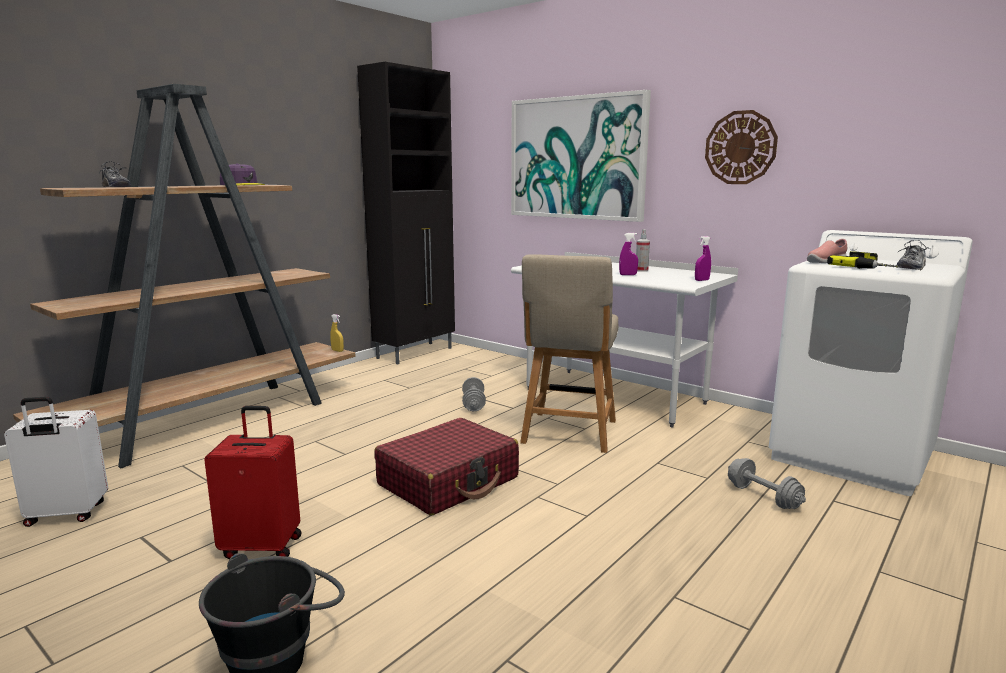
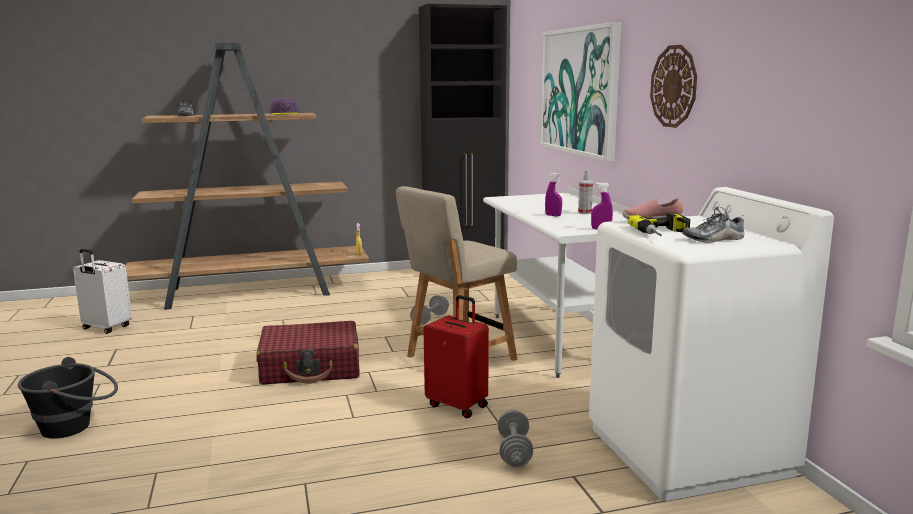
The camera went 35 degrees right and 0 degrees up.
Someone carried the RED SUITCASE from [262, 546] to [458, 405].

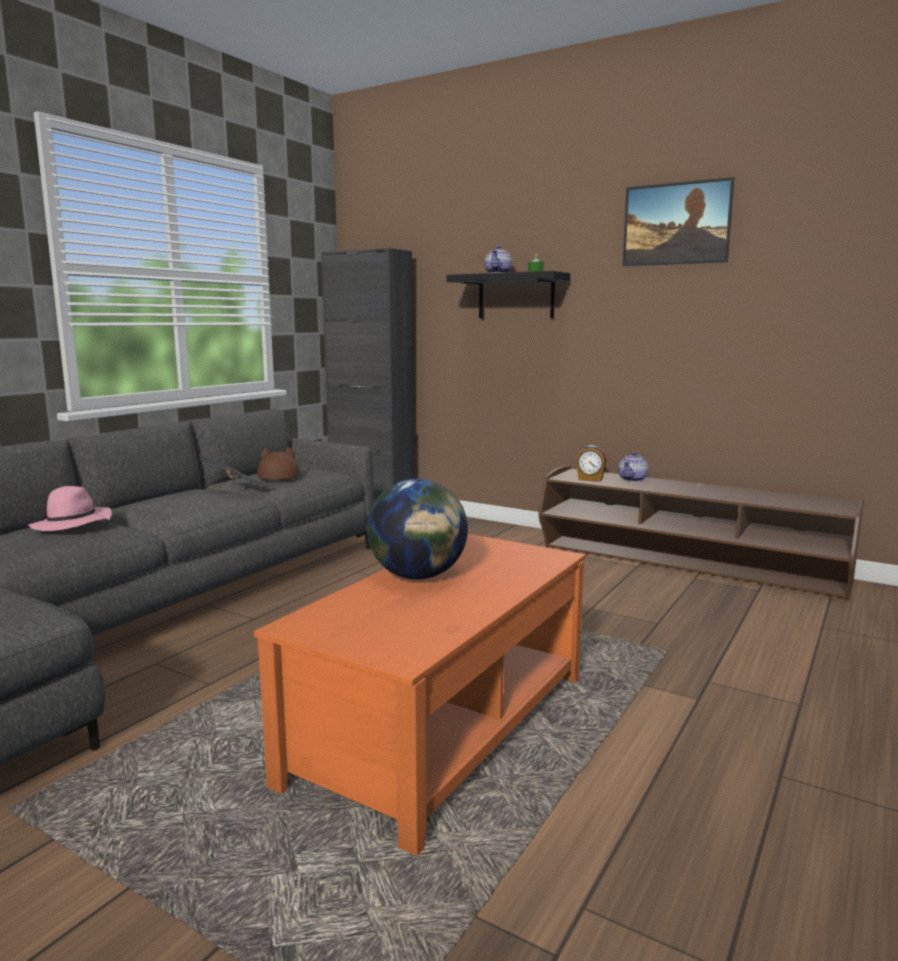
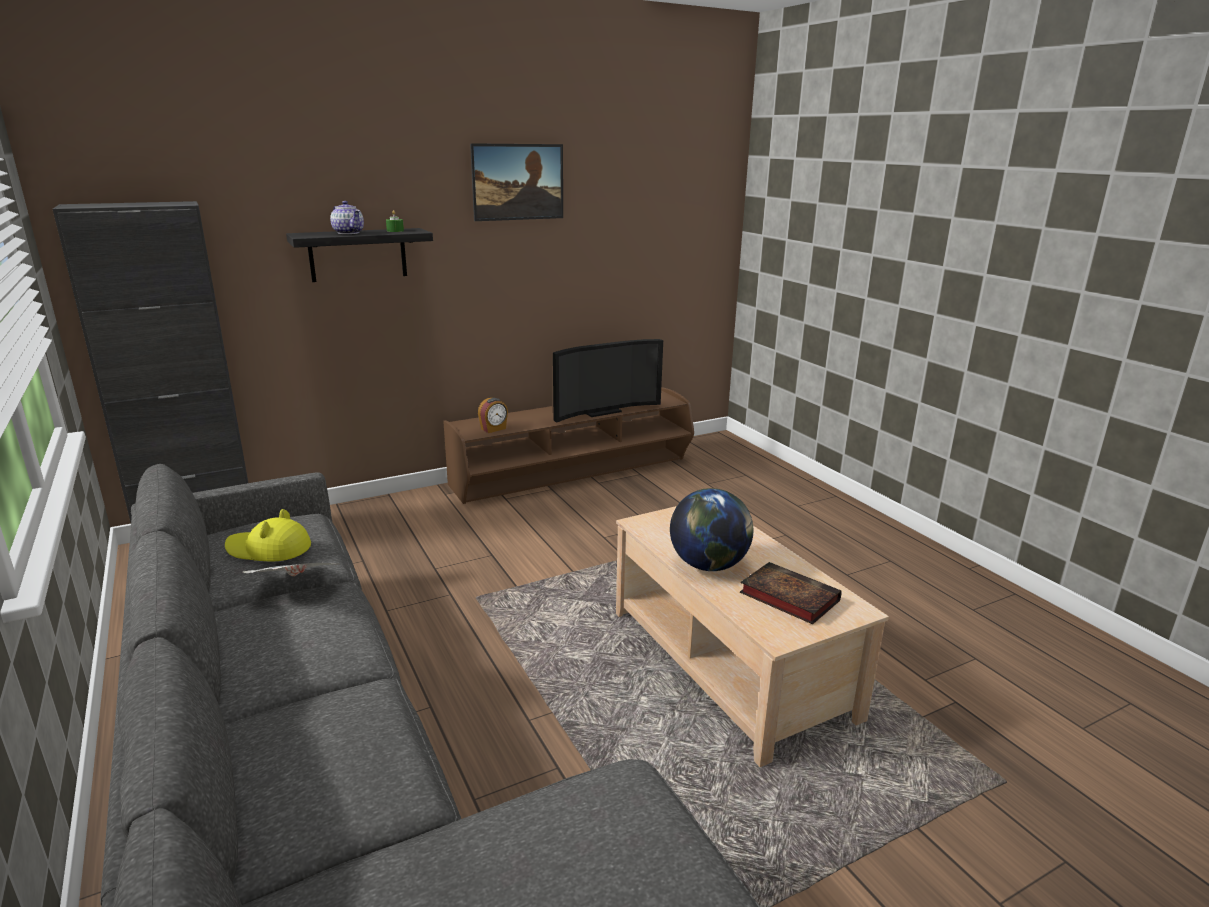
The camera went 60 degrees left and 10 degrees up.
Someone took away the PINK HAT at [72, 525].
Someone repainted the ORANGE COFFEE TABLE at [441, 727], which became the BEIGE COFFEE TABLE at [726, 663].
Someone repainted the BROWN HAT at [278, 475], which became the YELLOW HAT at [269, 549].
Someone took away the TEAPOT at [633, 479].
Someone put down the TELEVISION at [601, 411].
Someone put down the BOOK at [786, 596].

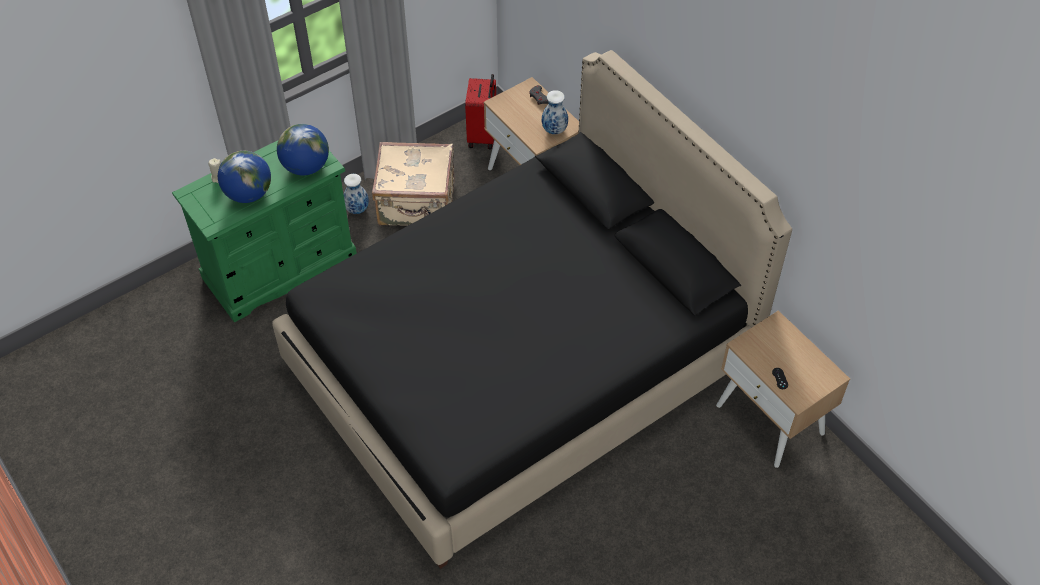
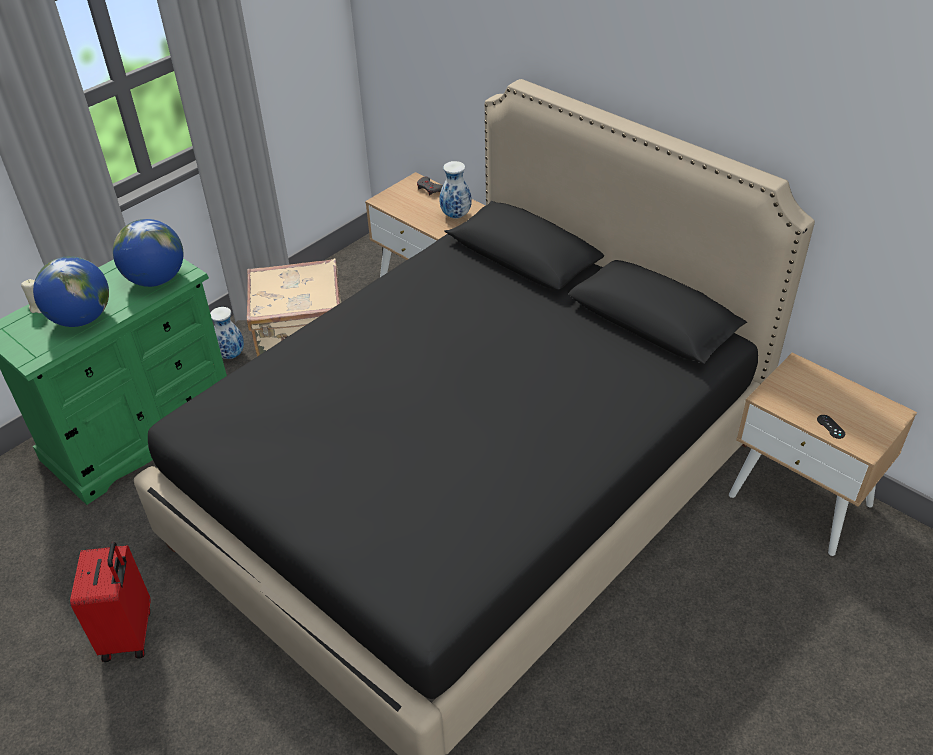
The camera went 10 degrees left and 10 degrees down.
Someone carried the RED SUITCASE from [483, 136] to [130, 634].

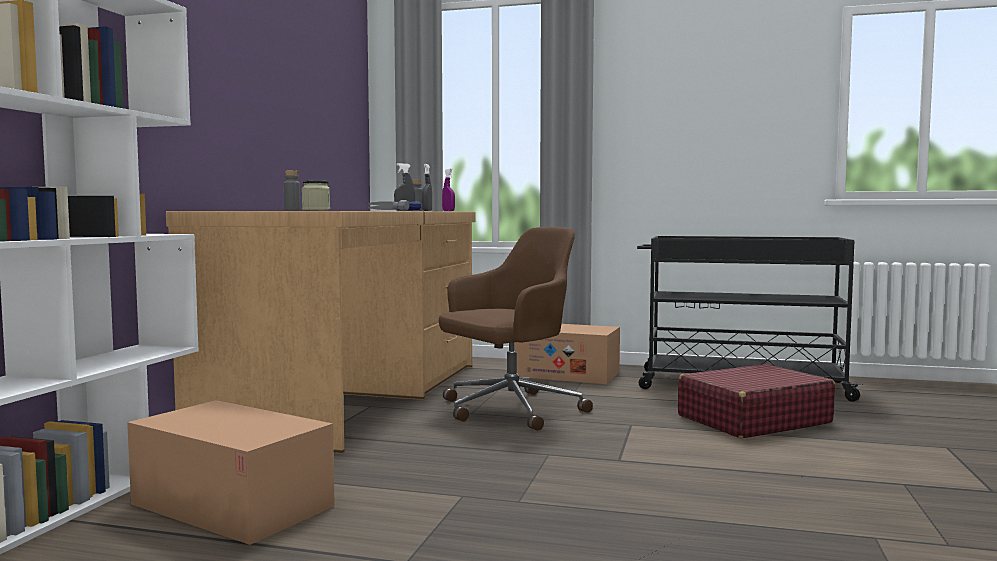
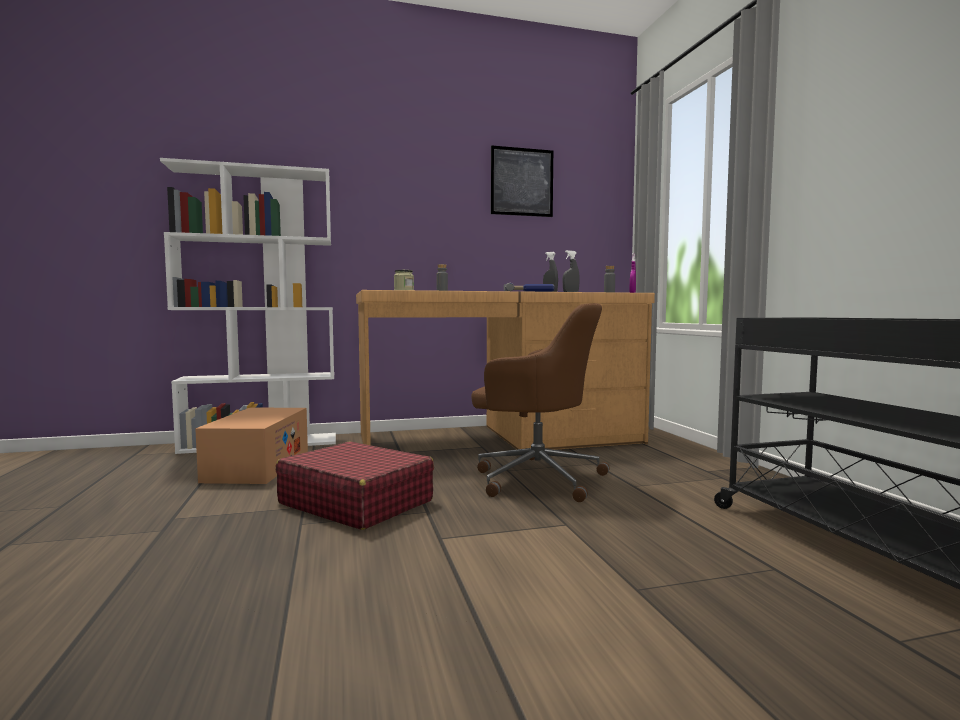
The camera went 60 degrees right and 0 degrees up.
Someone took away the CARDBOARD BOX at [565, 374].
Someone carried the RED SUITCASE from [753, 420] to [355, 502].
Someone put up the PICTURE at [522, 182].

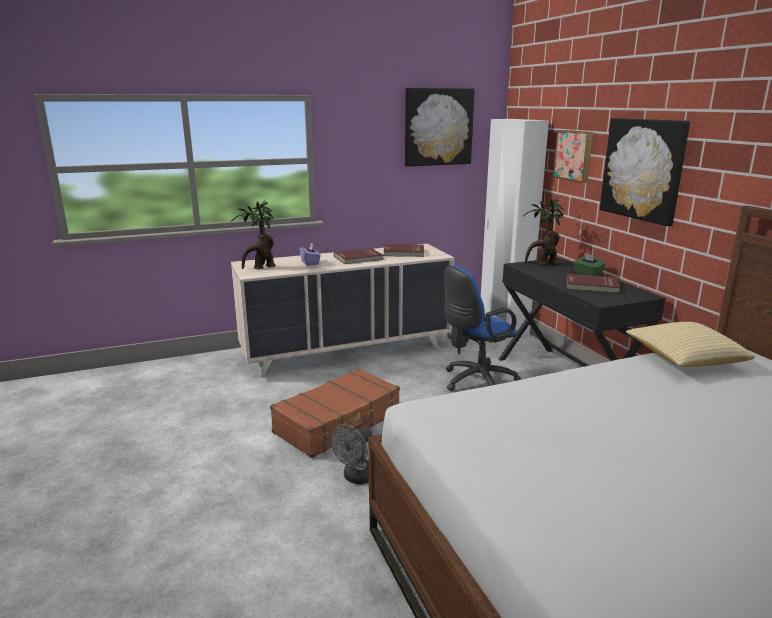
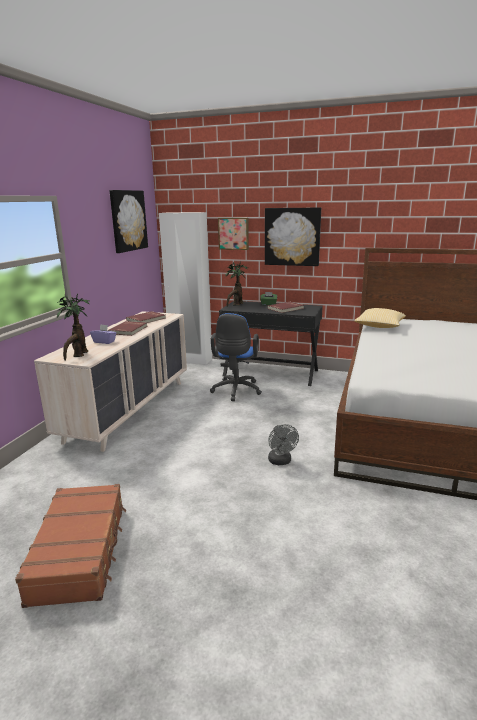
The camera went 50 degrees left and 0 degrees up.
Someone carried the BROWN SUITCASE from [338, 423] to [80, 551].

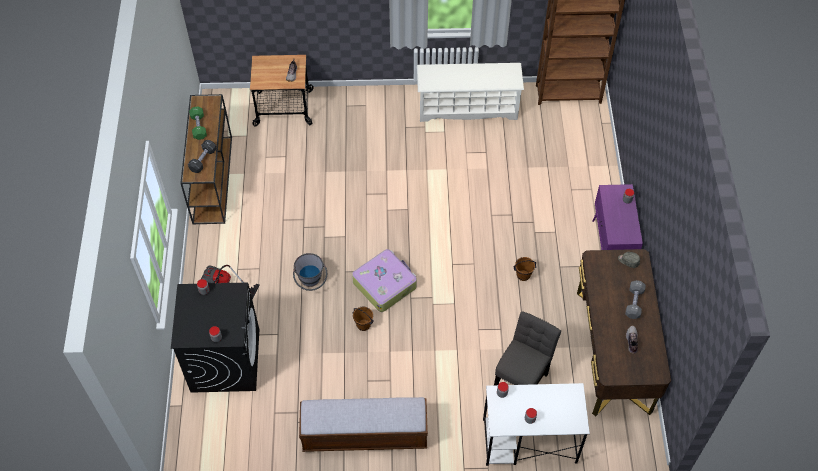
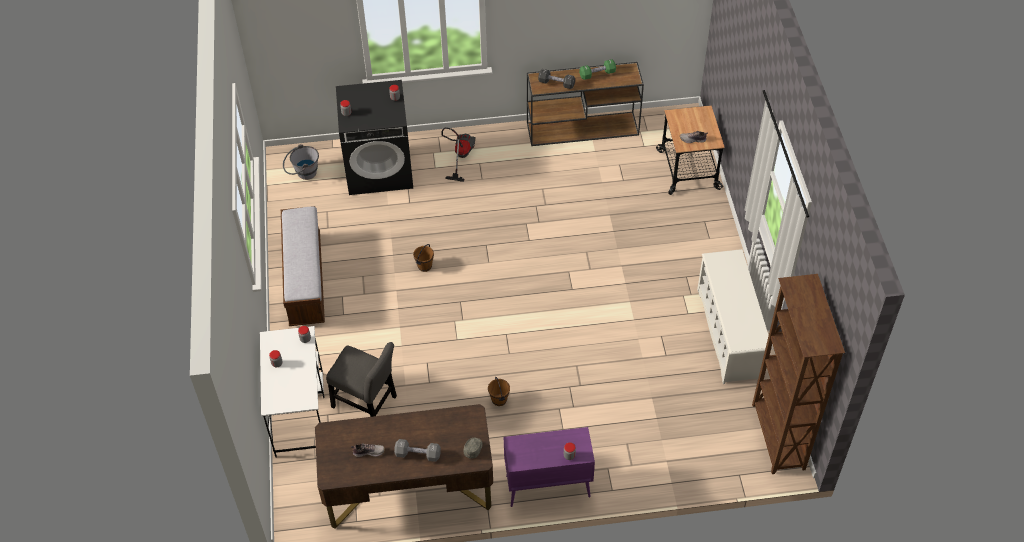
The camera went 85 degrees right and 5 degrees down.
Someone carried the GREY BUCKET from [311, 282] to [303, 174].
Someone took away the SUITCASE at [385, 284].

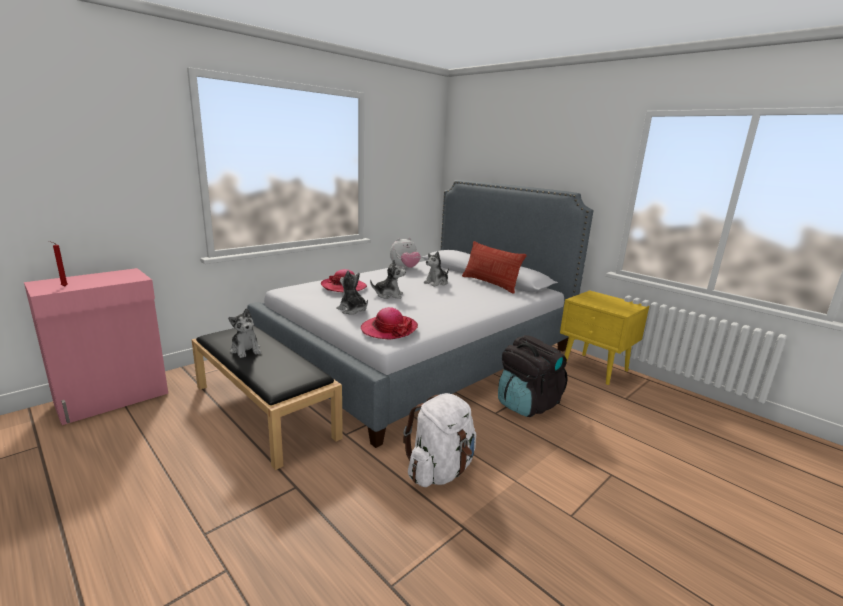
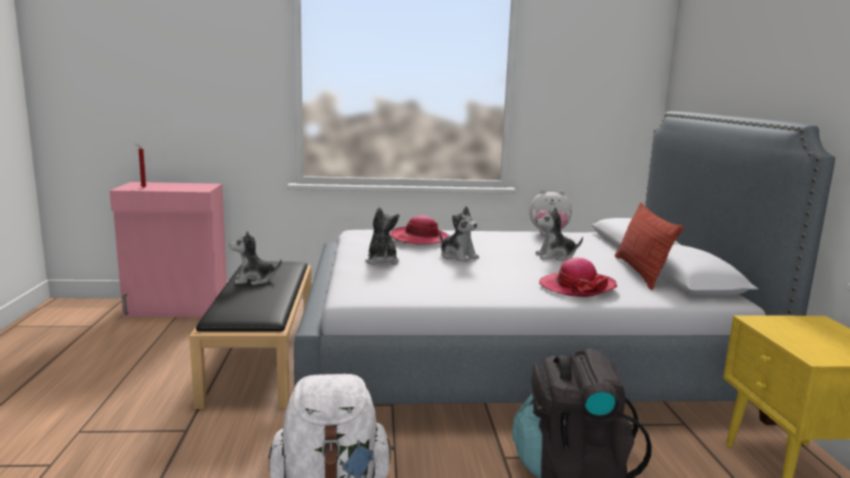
The camera went 40 degrees right and 5 degrees down.
Someone rotated the PLUSH TOY at [246, 350] by 75 degrees clockwise.
Someone carried the HAT from [389, 329] to [577, 287].

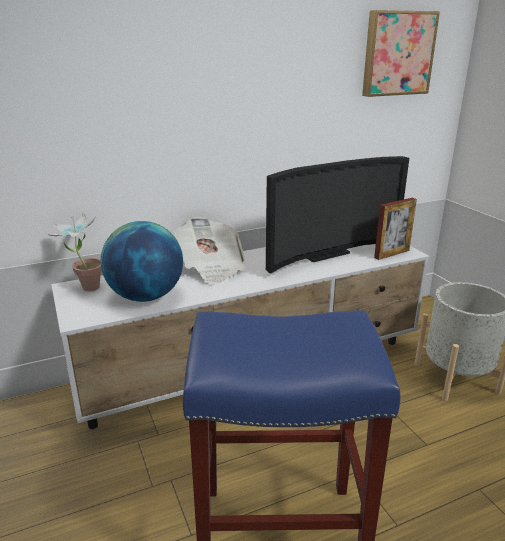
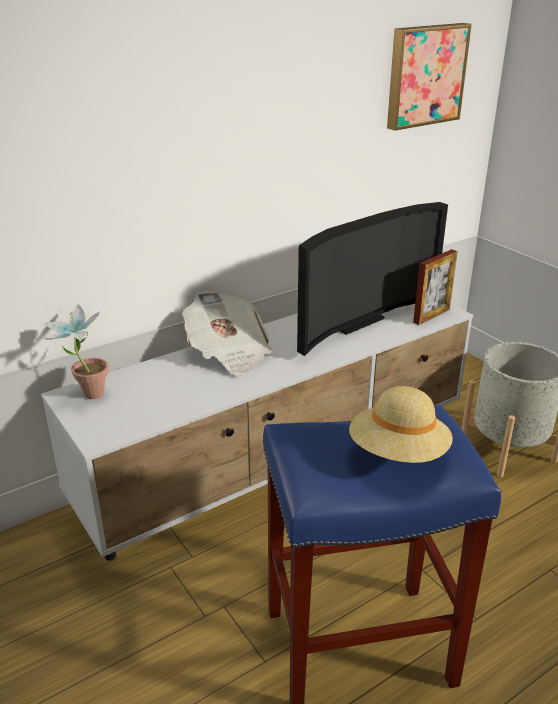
The camera went 10 degrees left and 5 degrees up.
Someone took away the GLOBE at [145, 296].
Someone put down the BEIGE HAT at [398, 453].

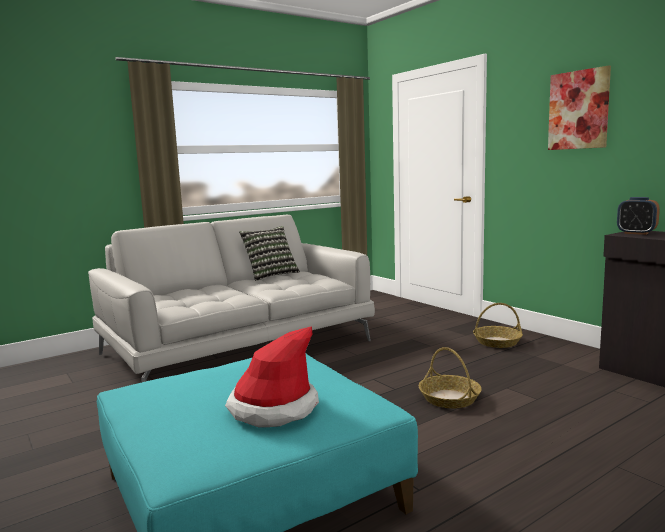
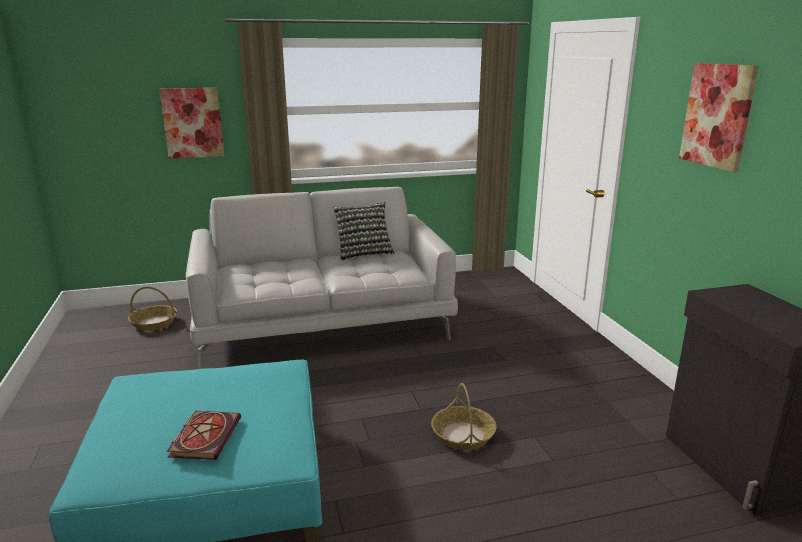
The camera went 20 degrees right and 10 degrees up.
Someone swapped the HAT at [273, 408] for the BOOK at [205, 436].
Someone carried the BASKET from [497, 342] to [154, 323].
Someone took away the ALARM CLOCK at [636, 233].
Someone put up the PICTURE at [193, 123].

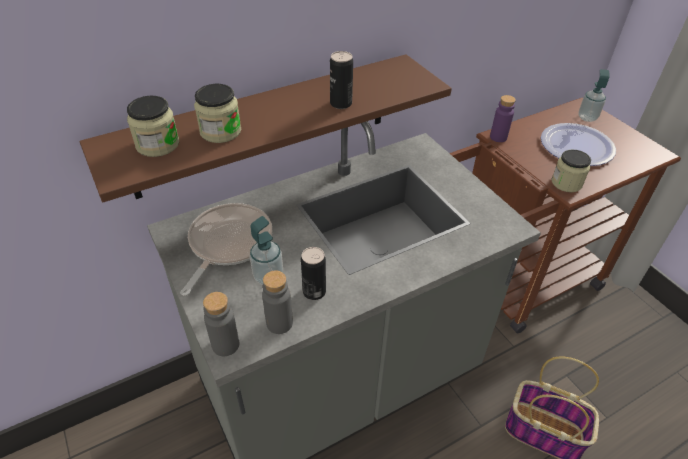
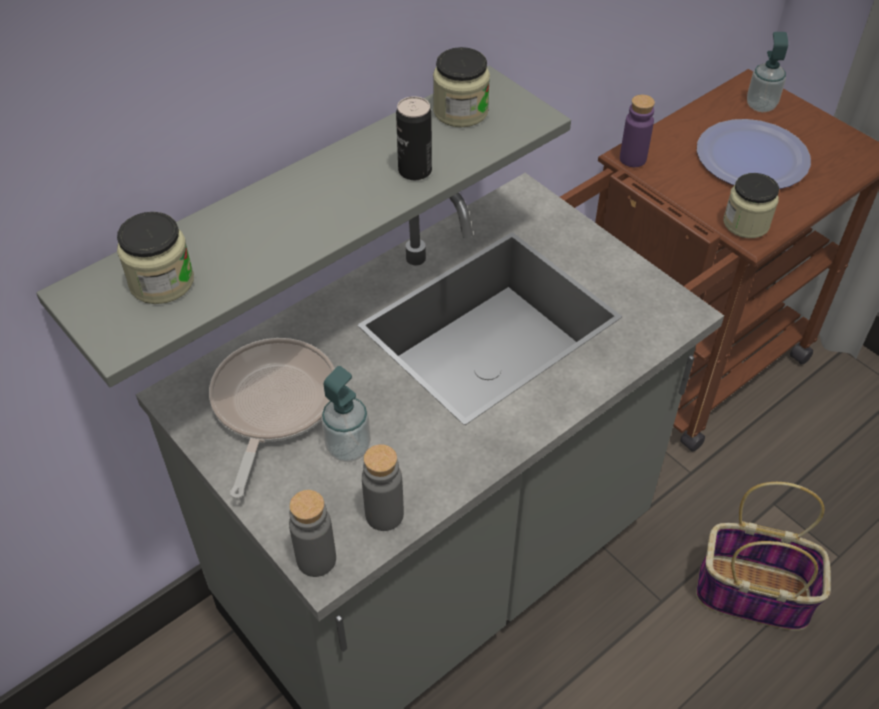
The camera went 10 degrees left and 5 degrees up.
Someone repainted the BROWN SHELF at [264, 125], which became the GREY SHELF at [293, 212].
Someone carried the JAR from [220, 131] to [460, 111].
Someone took away the CAN at [314, 291].

